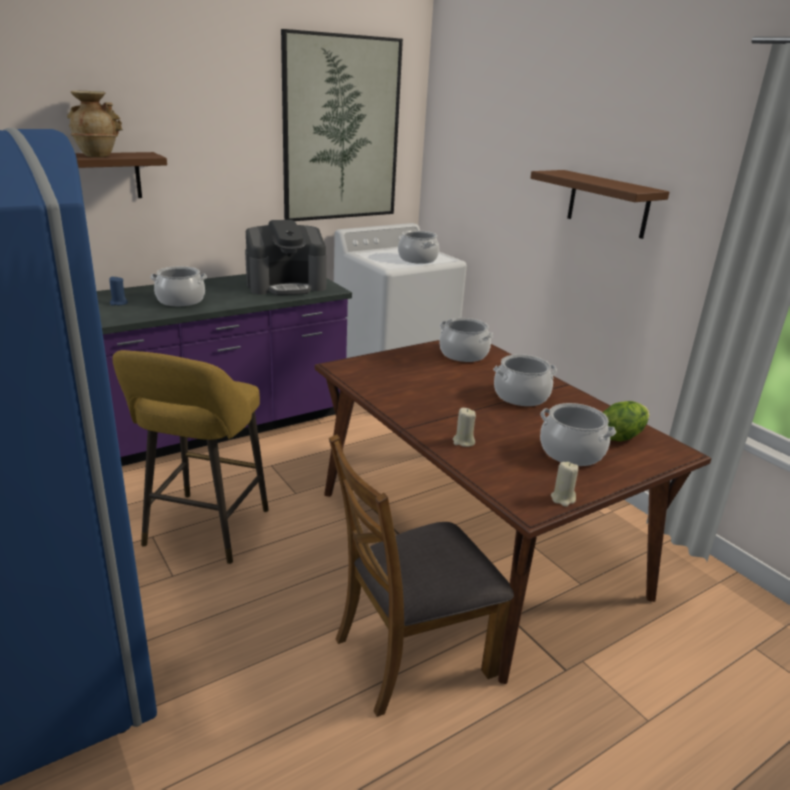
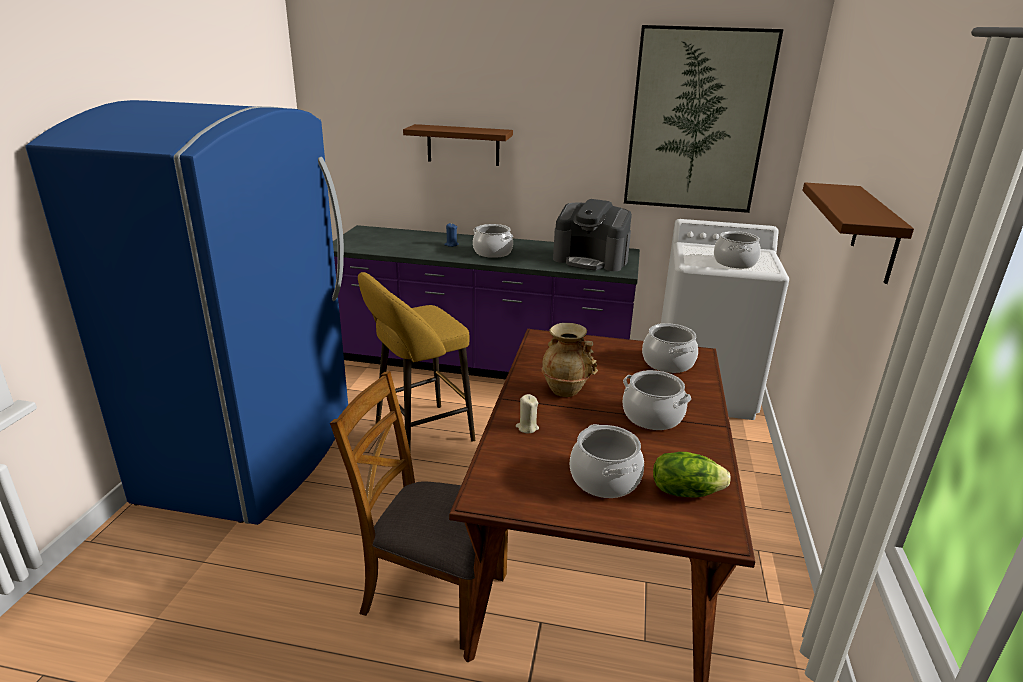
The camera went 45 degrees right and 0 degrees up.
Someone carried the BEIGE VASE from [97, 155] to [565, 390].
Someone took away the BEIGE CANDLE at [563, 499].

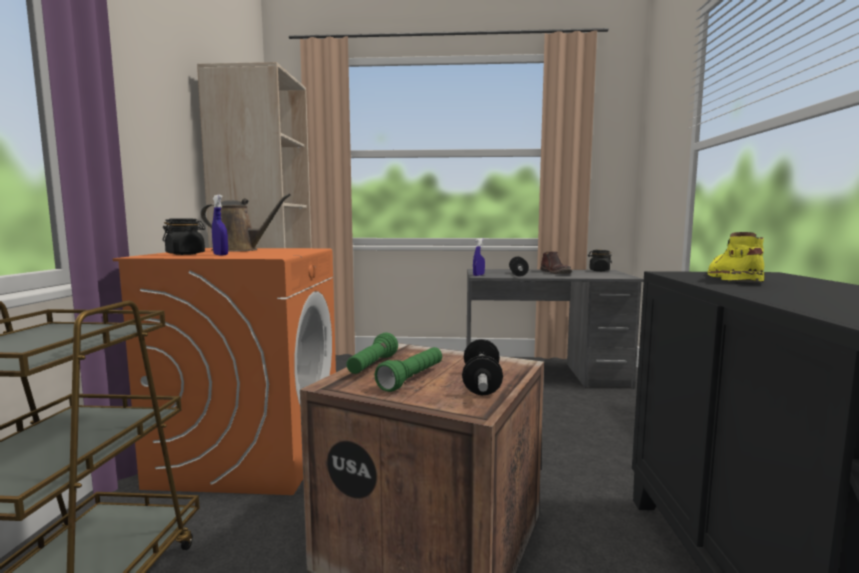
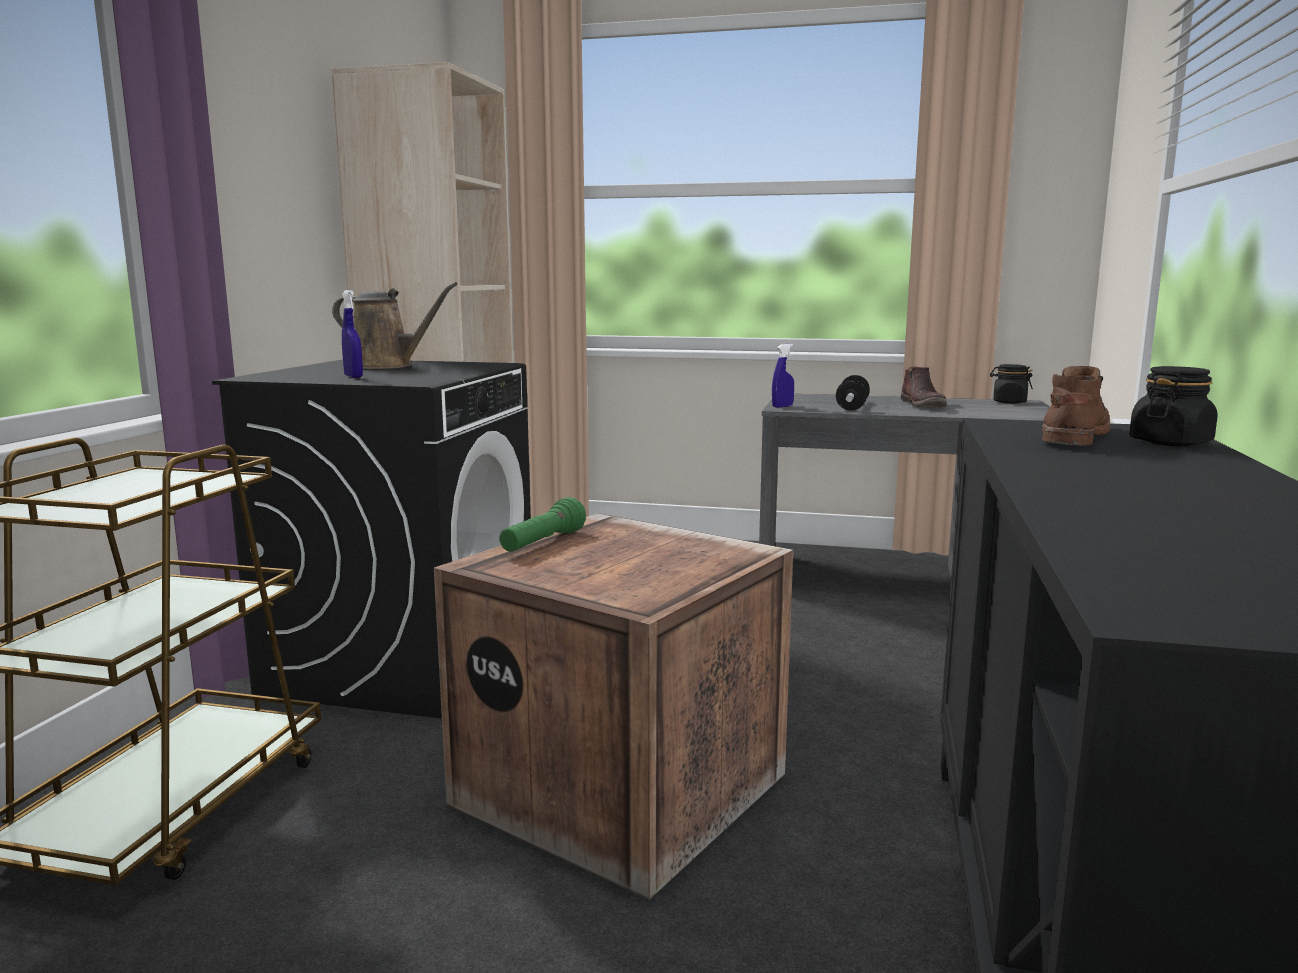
The camera went 10 degrees right and 5 degrees up.
Someone repainted the ORANGE WASHING MACHINE at [251, 451], which became the BLACK WASHING MACHINE at [404, 660].
Someone carried the BLACK JAR from [185, 254] to [1170, 442].
Someone took away the GREEN FLASHLIGHT at [412, 379].
Someone took away the DUMBBELL at [481, 383].
Someone repainted the YELLOW BOOT at [733, 278], which became the BROWN BOOT at [1072, 435].

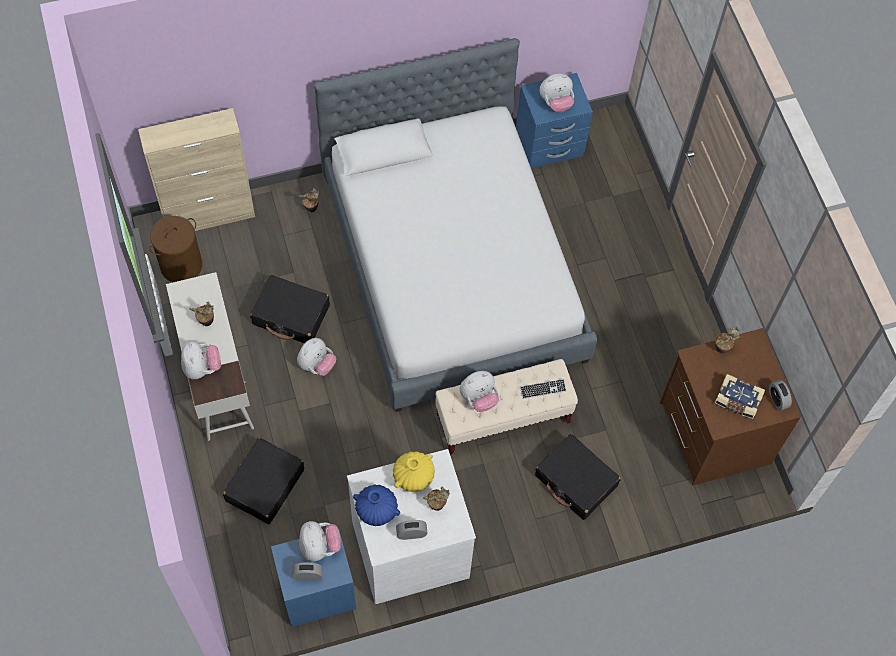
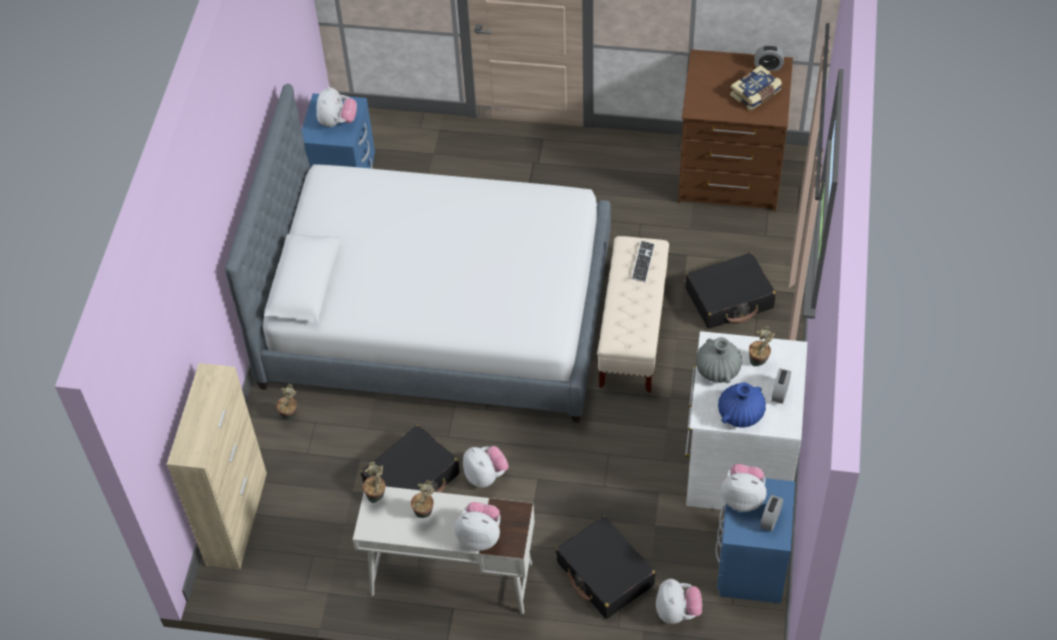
The camera went 60 degrees left and 10 degrees down.
Someone took away the BROWN LAUNDRY BASKET at [181, 265].
Someone repainted the YELLOW VASE at [413, 476], which became the GREY VASE at [718, 370].
Someone carried the PLUSH TOY from [478, 398] to [677, 612].
Someone carried the POTTED PLANT from [721, 349] to [377, 496].

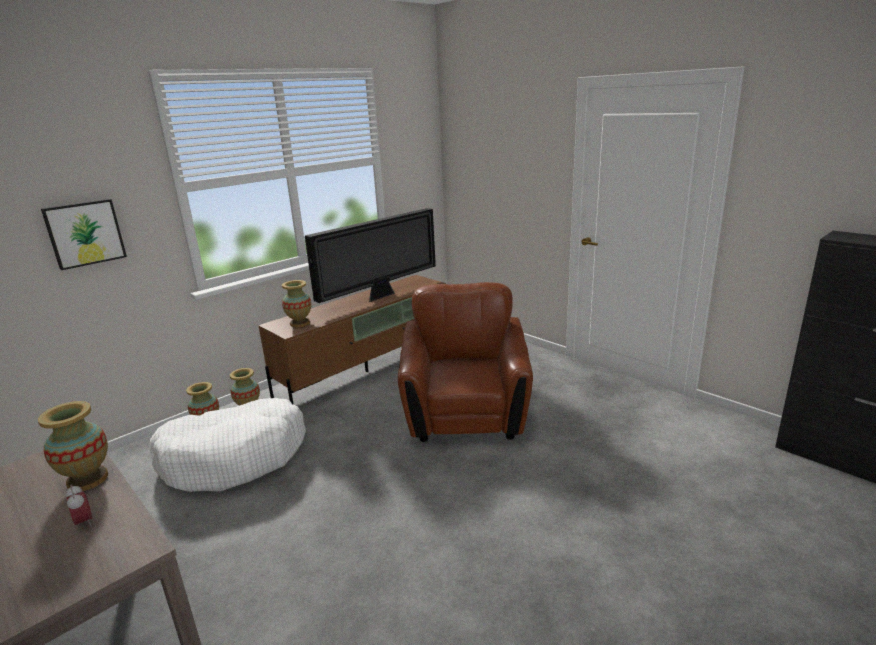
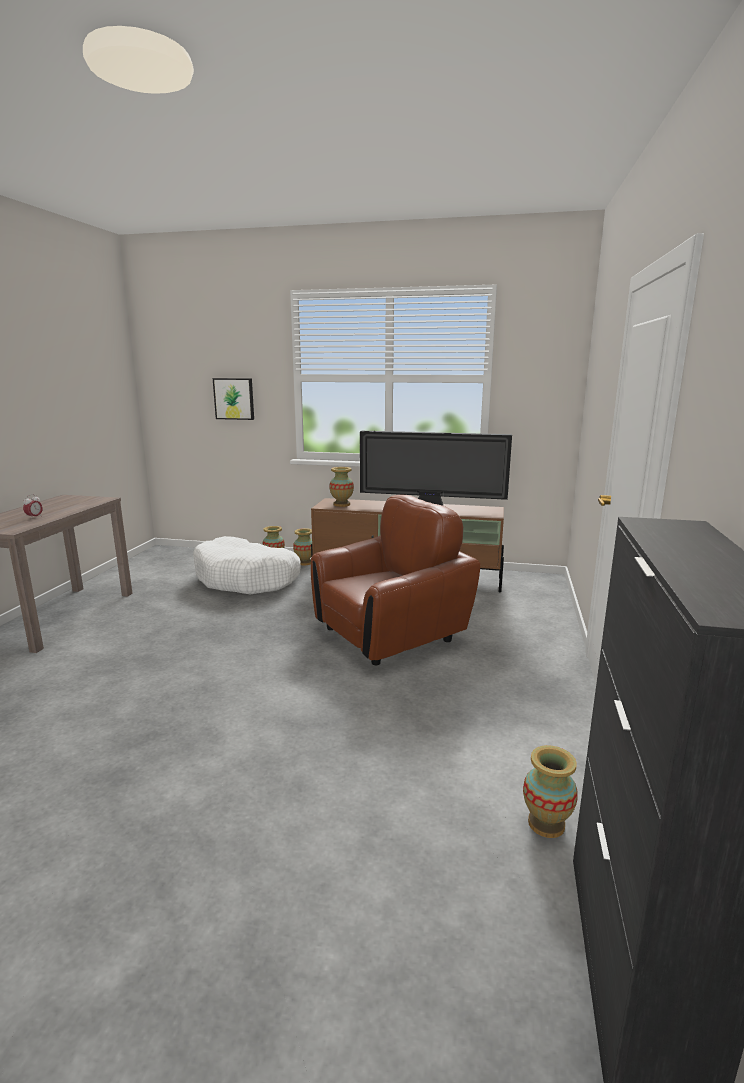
The camera went 55 degrees right and 5 degrees down.
Someone carried the VASE from [88, 479] to [546, 824].

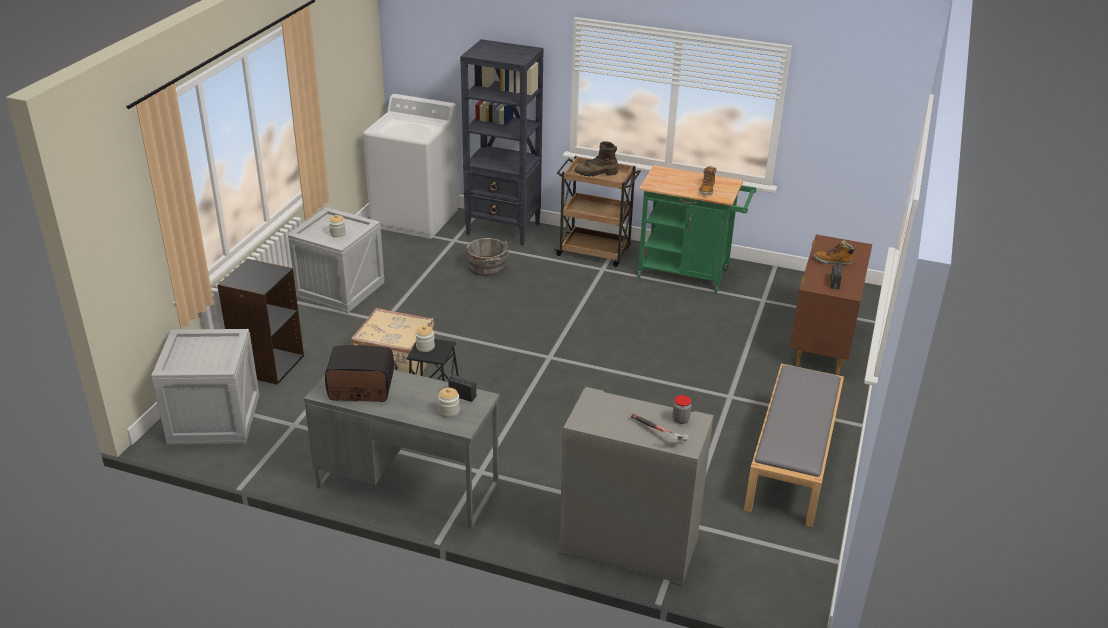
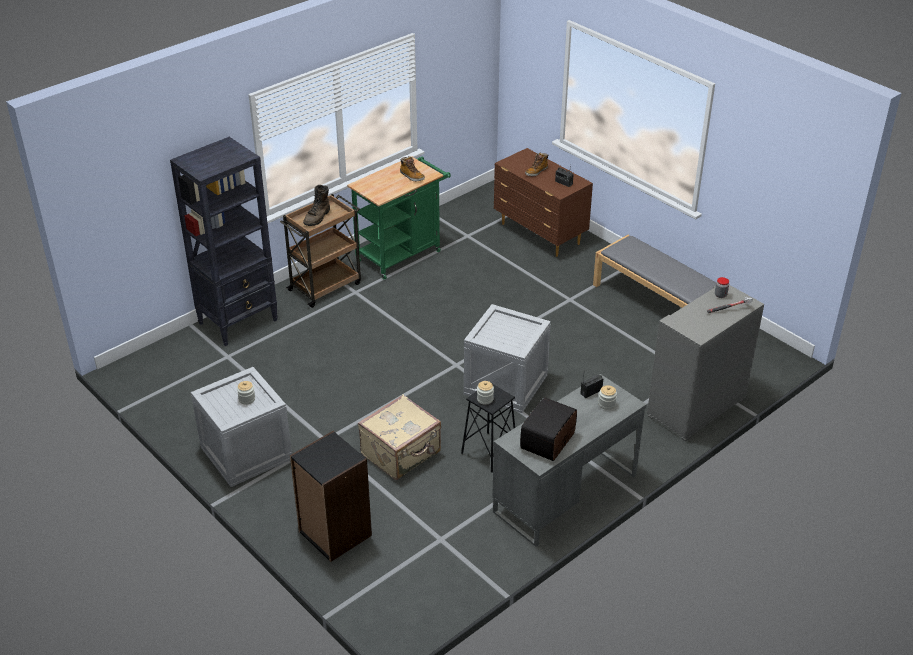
The camera went 60 degrees left and 5 degrees up.
Someone carried the CRATE from [214, 418] to [504, 385].
Someone took away the WHITE WASHING MACHINE at [416, 218].
Someone took away the GREY BUCKET at [487, 268].

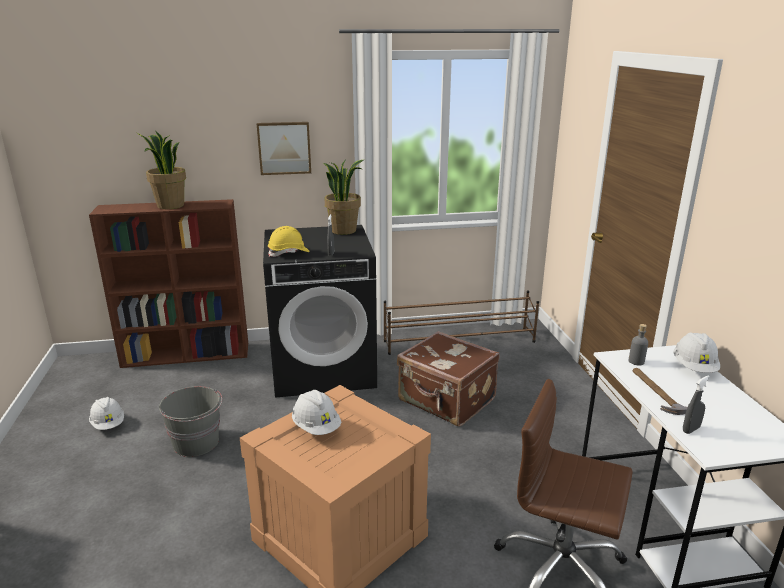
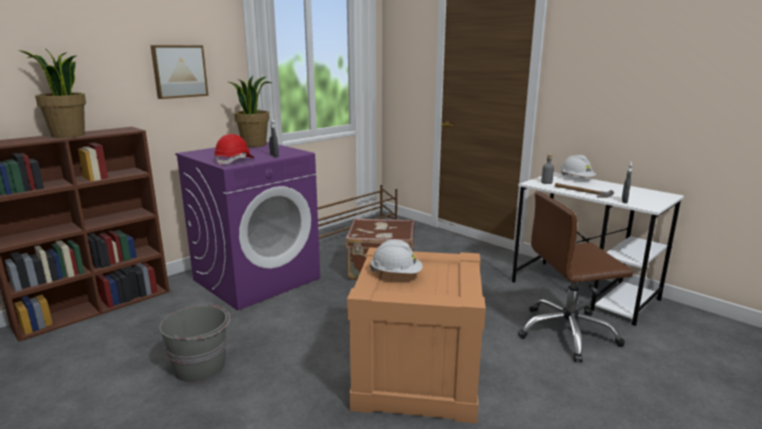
The camera went 35 degrees left and 5 degrees down.
Someone took away the WHITE HARD HAT at [108, 424].
Someone repainted the BLACK WASHING MACHINE at [324, 368], which became the PURPLE WASHING MACHINE at [257, 279].
Someone repainted the YELLOW HARD HAT at [289, 253], which became the RED HARD HAT at [234, 161].

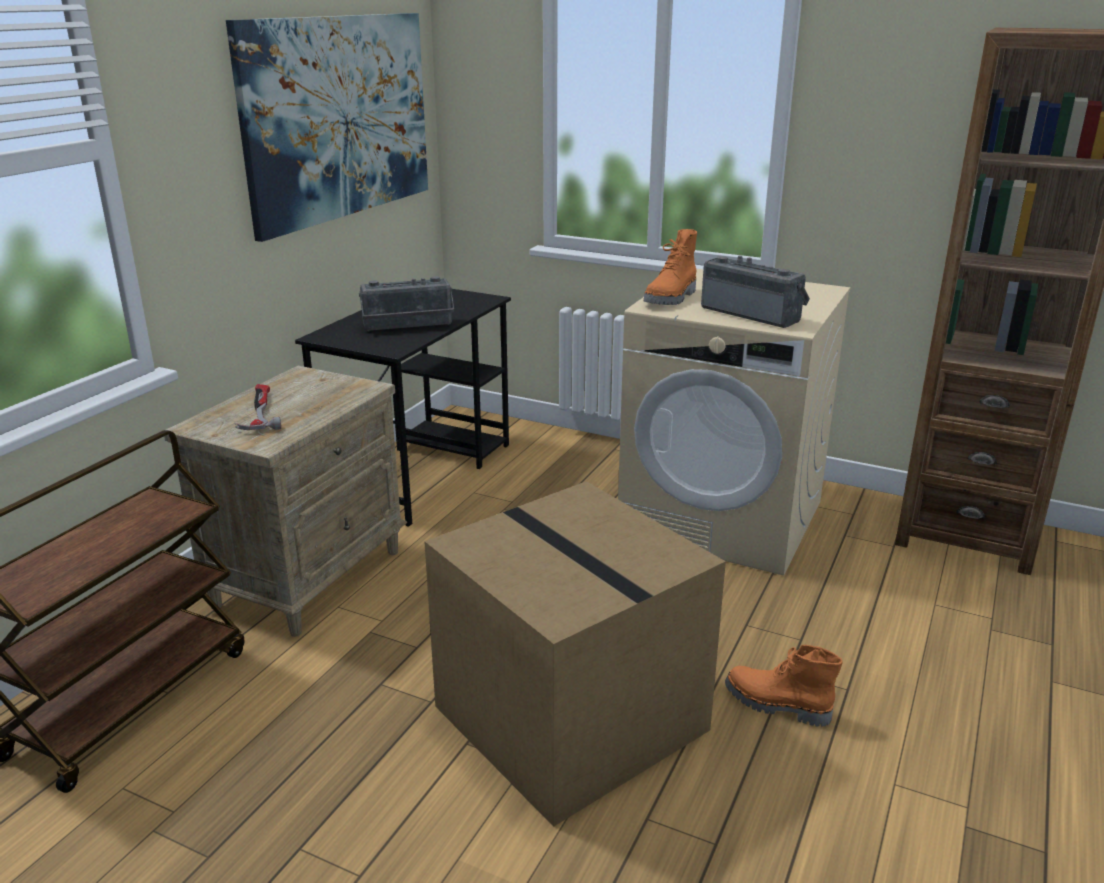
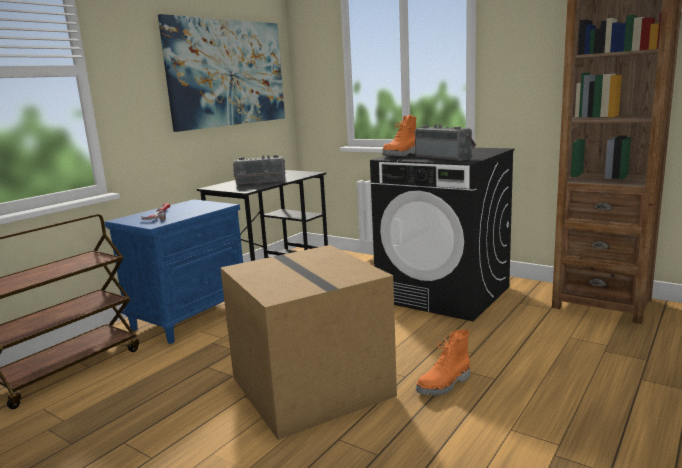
The camera went 10 degrees right and 10 degrees down.
Someone repainted the BEIGE NIGHTSTAND at [309, 577], which became the BLUE NIGHTSTAND at [190, 317].
Someone repainted the BEIGE WASHING MACHINE at [723, 518], which became the BLACK WASHING MACHINE at [444, 294].
Someone rotated the ORANGE BOOT at [776, 705] by 75 degrees counterclockwise.

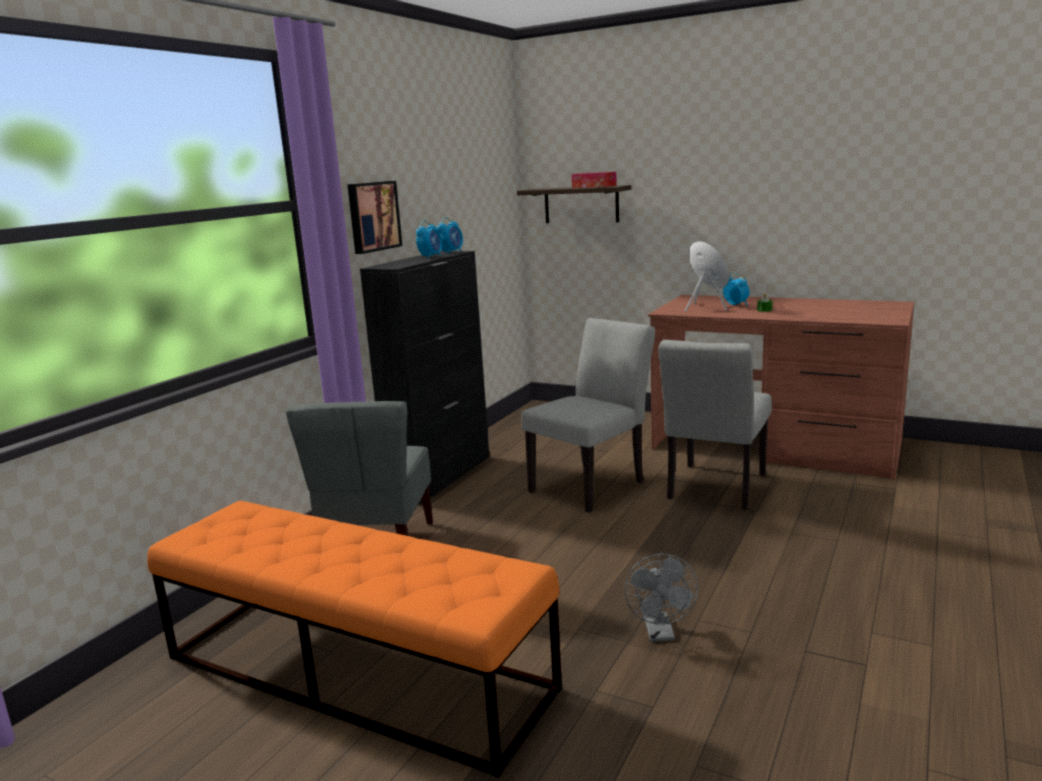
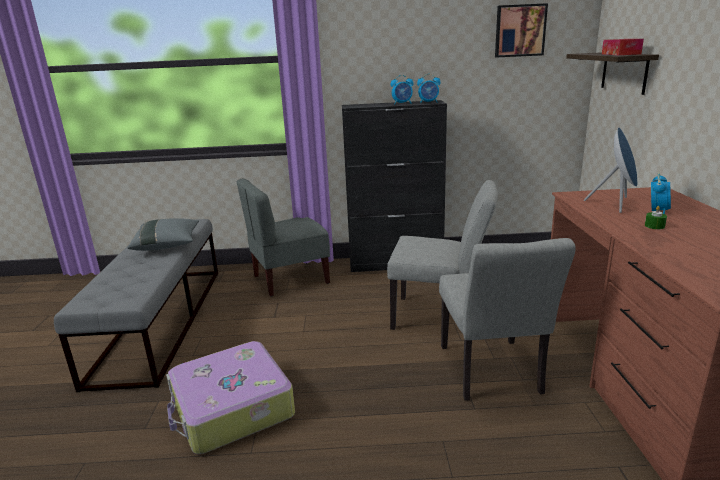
The camera went 60 degrees right and 5 degrees up.
Someone repainted the ORANGE BENCH at [354, 672], which became the GREY BENCH at [161, 320].
Someone carried the PICTURE from [372, 216] to [519, 31].
Someone swapped the GREY FAN at [660, 634] for the SUITCASE at [231, 409].
Someone rotated the GREY CHAIR at [714, 490] by 90 degrees counterclockwise.
Someone put down the GREY PILLOW at [167, 245].

